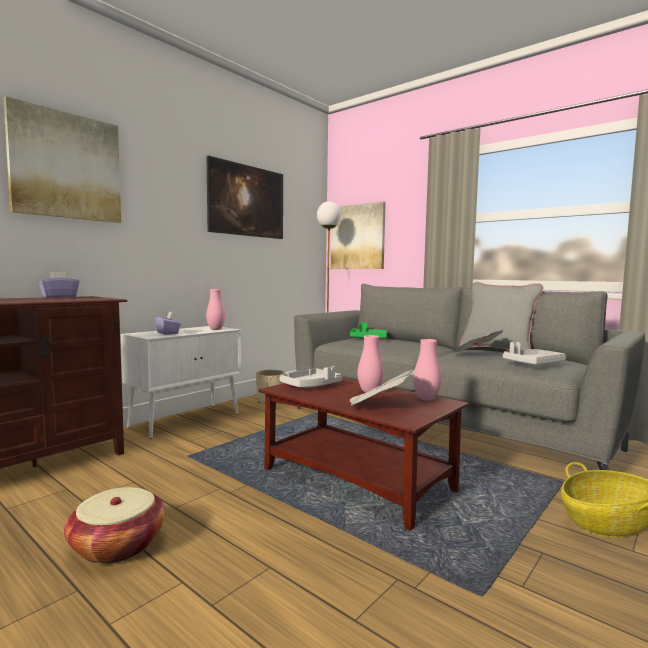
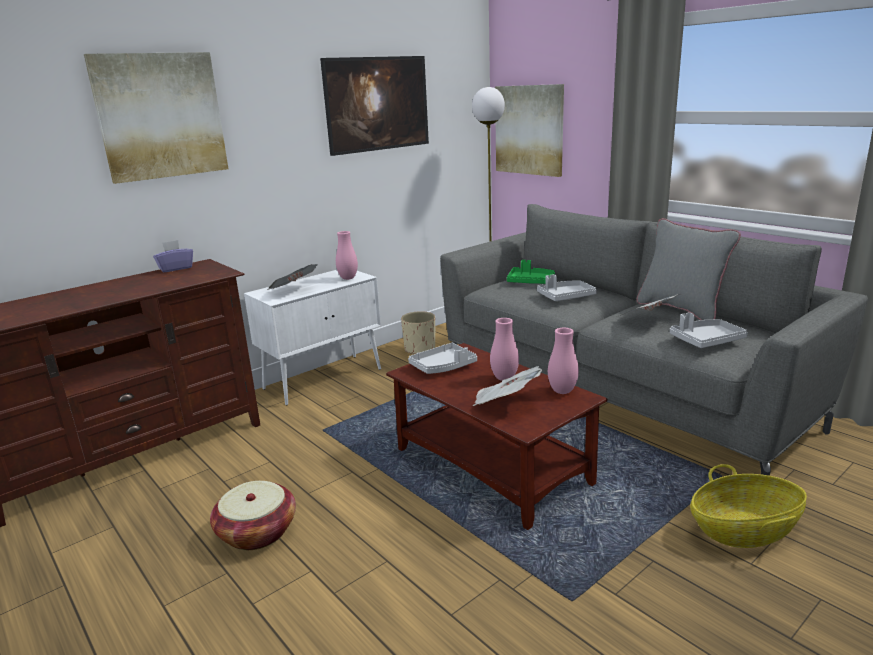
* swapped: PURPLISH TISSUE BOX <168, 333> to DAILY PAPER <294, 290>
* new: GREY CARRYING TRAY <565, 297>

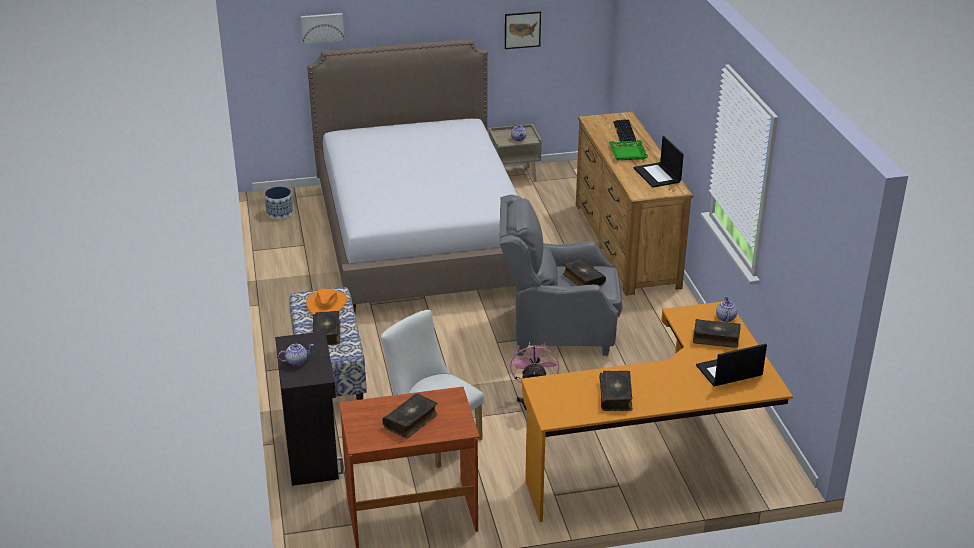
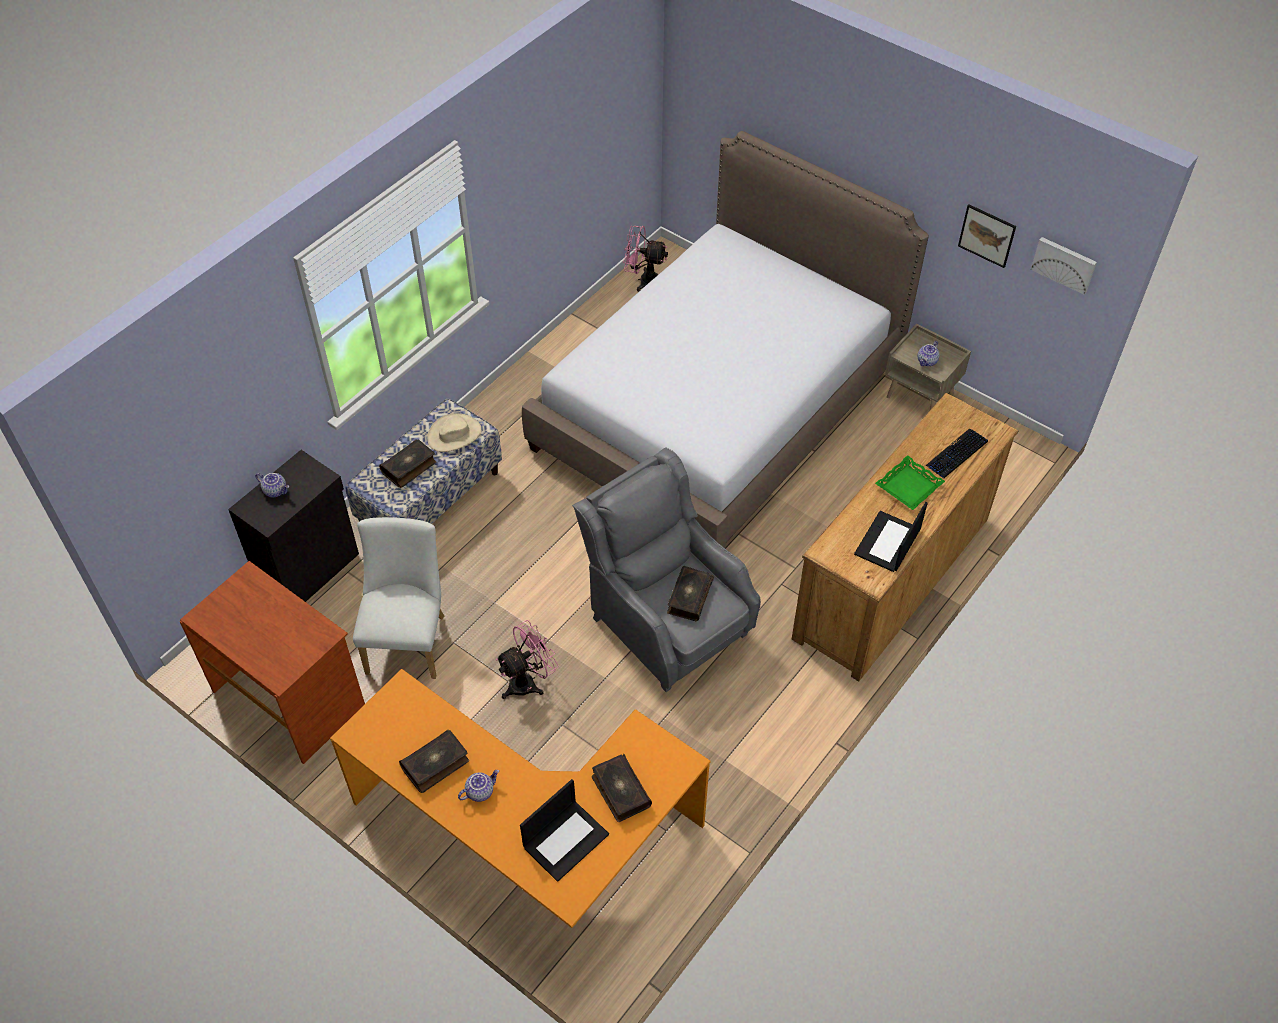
* swapped: PLANTER <280, 213> to PINKISH ELECTRIC FAN <644, 280>
* shifted: WALL PICTURE <322, 27> to <1064, 264>
* repainted: ORANGE HAT <326, 304> to SAND-COLOURED HAT <454, 434>
* gone: BOUND BOOK <411, 421>
* rotated: PORTABLE COMPUTER <728, 371> = <566, 839> 105 degrees clockwise
* shifted: TEA POT <725, 318> to <480, 791>

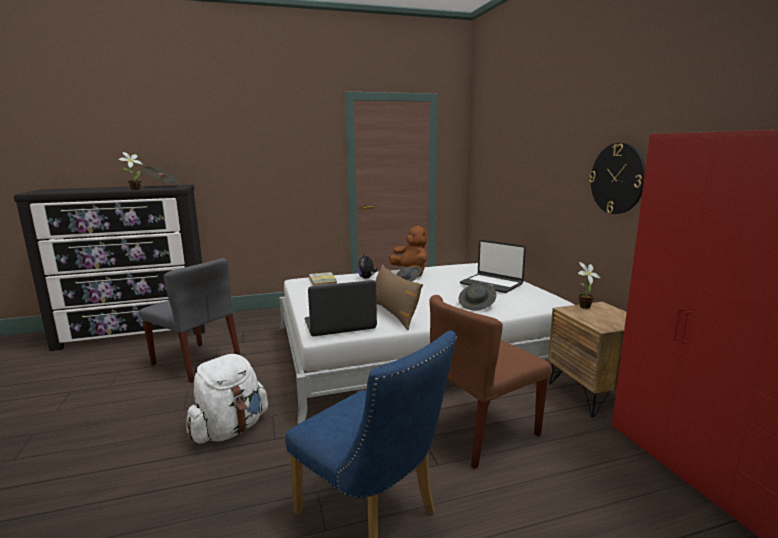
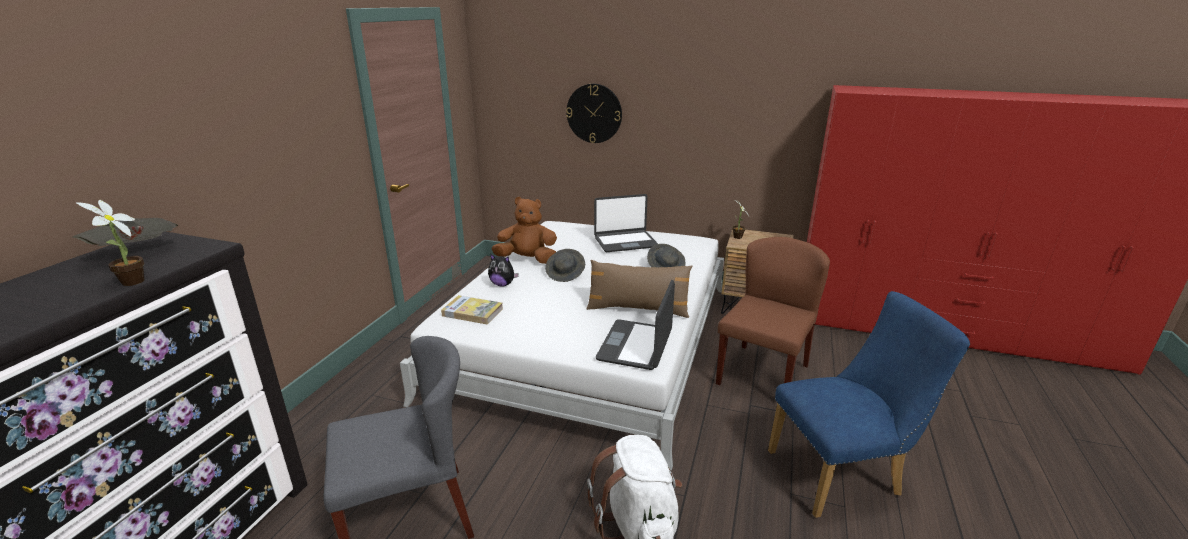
* rotated: BROWN PLAIN CHAIR <480, 431> = <762, 374> 150 degrees counterclockwise
* shifted: CLOCK ON THE WALL <617, 178> to <594, 113>

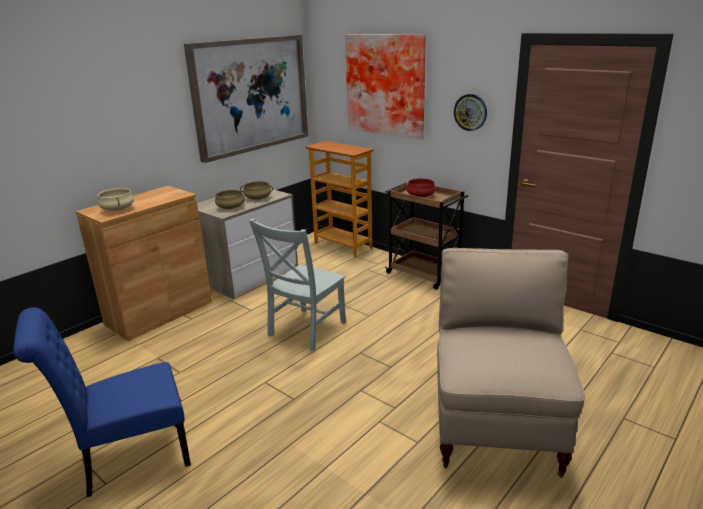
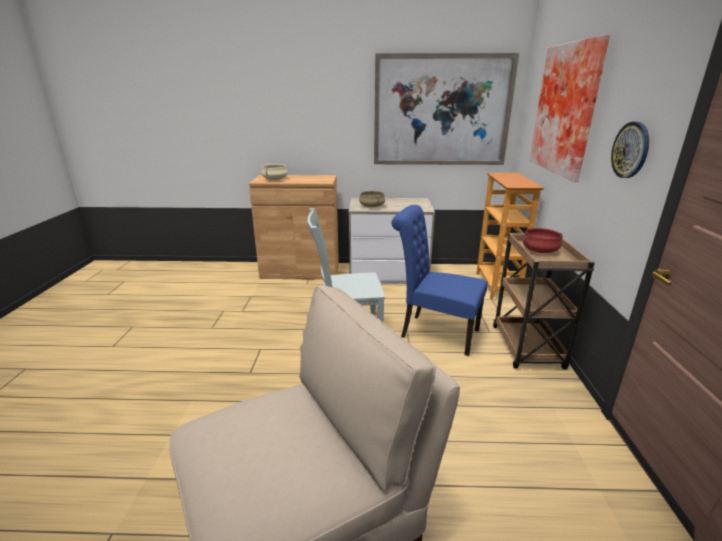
* shifted: BLUE-COLOURED PLAIN CHAIR <128, 460> to <434, 332>
* gone: SAND-COLOURED COOKING POT <257, 198>

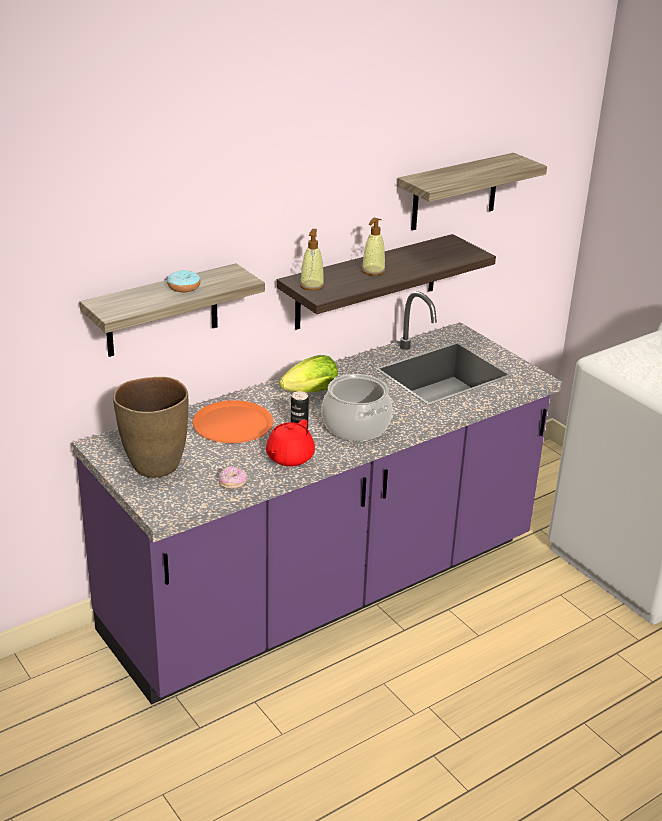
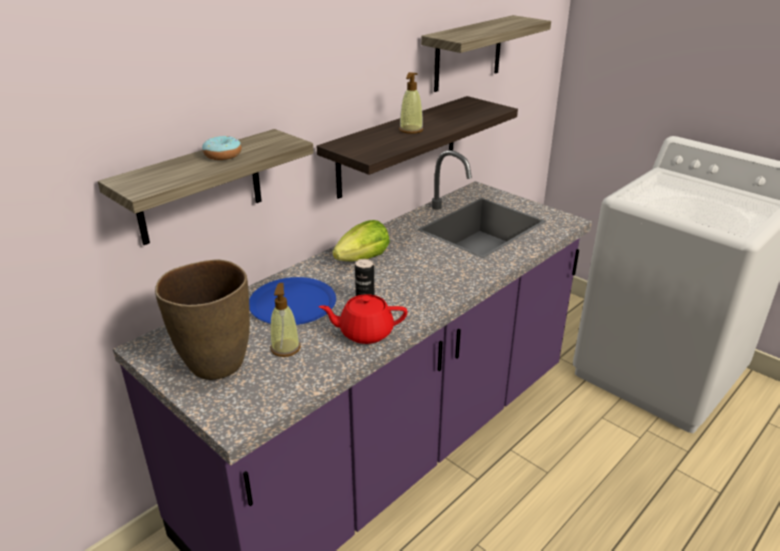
* repainted: ORANGE FLAT DISH <233, 424> to BLUE-COLOURED FLAT DISH <292, 303>
* gone: DOUGHNUT <232, 483>
* rotated: REDDISH TEA POT <289, 458> = <365, 332> 75 degrees clockwise
* shifted: LIQUID SOAP BOTTLE <312, 285> to <285, 348>
* gone: COOKING POT <355, 426>

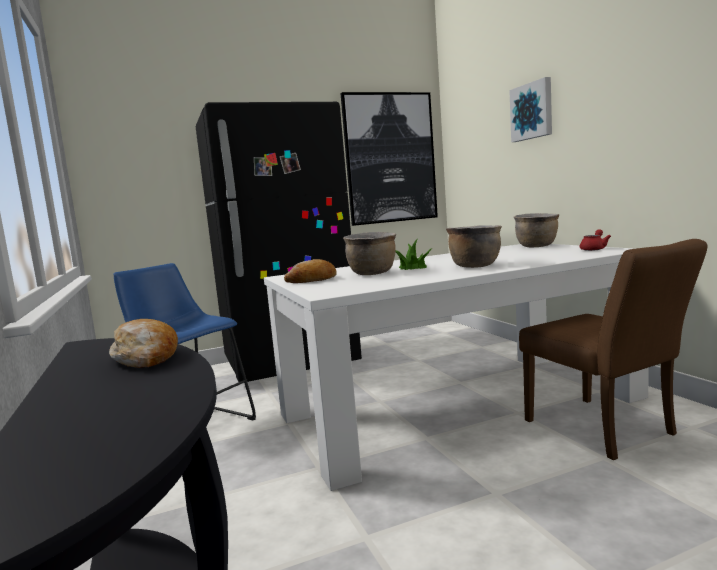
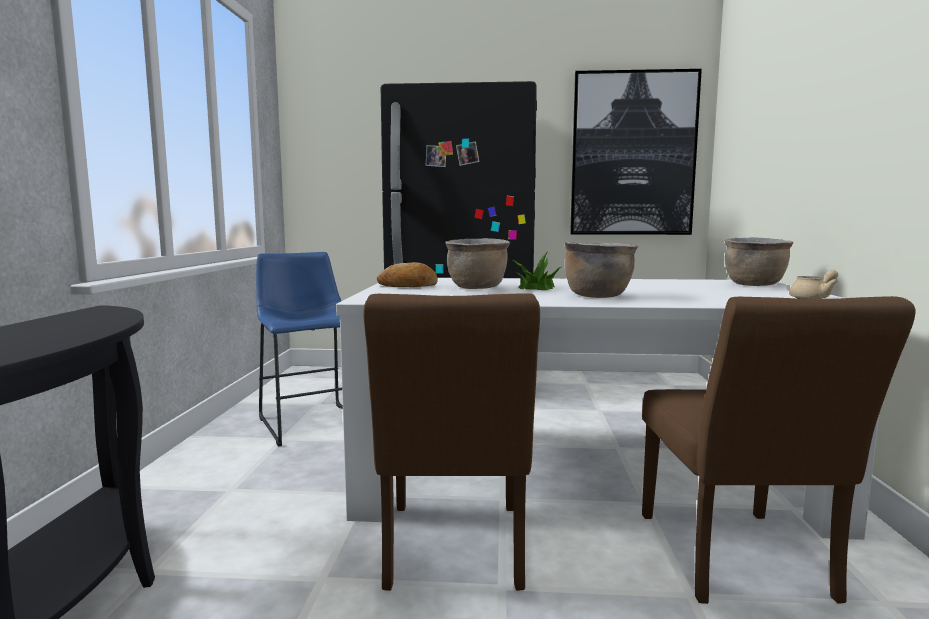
* gone: BAKED BREAD <146, 357>
* gone: WALL PICTURE <532, 111>
* repainted: REDDISH TEA POT <594, 249> to SAND-COLOURED TEA POT <813, 298>
* new: BROWN PLAIN CHAIR <453, 553>

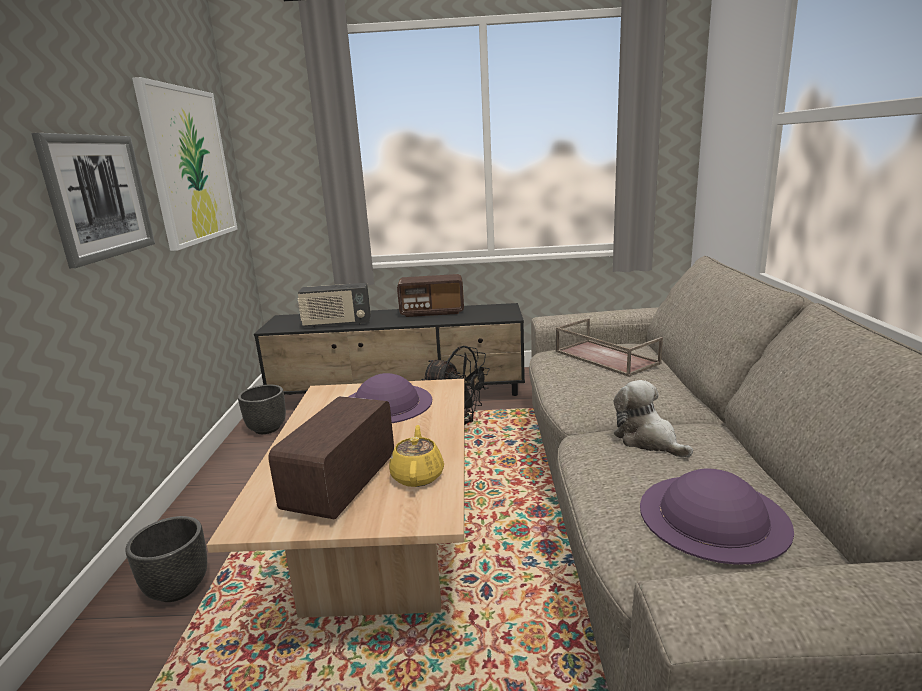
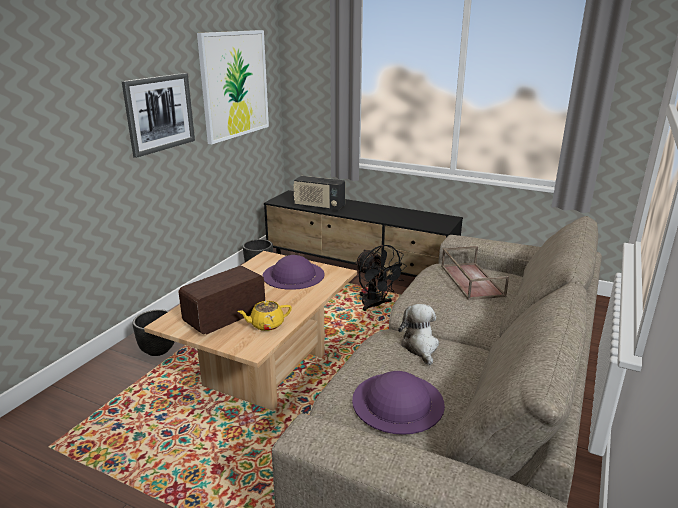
* rotated: YELLOW-COLOURED TEA POT <417, 475> = <266, 325> 135 degrees counterclockwise
* gone: RADIO RECEIVER <432, 312>

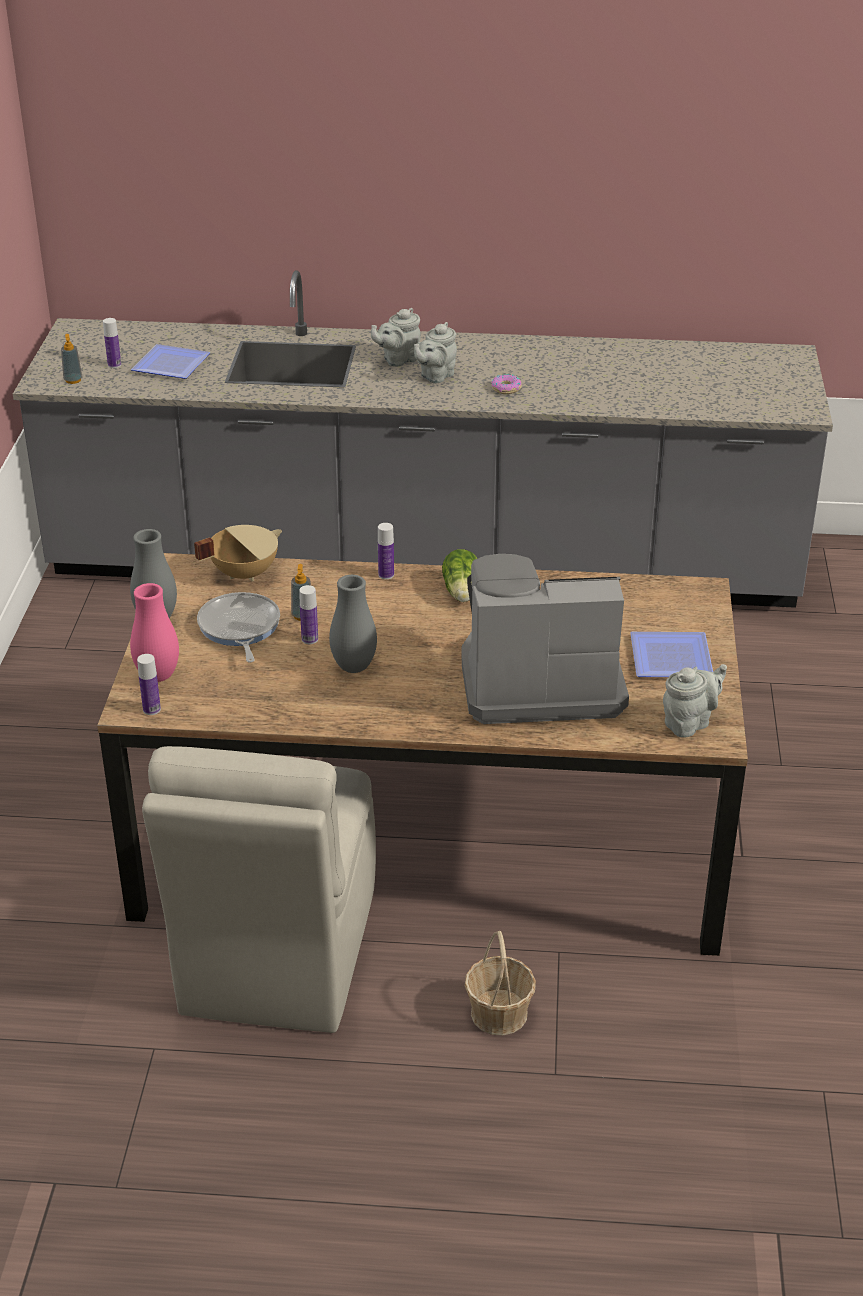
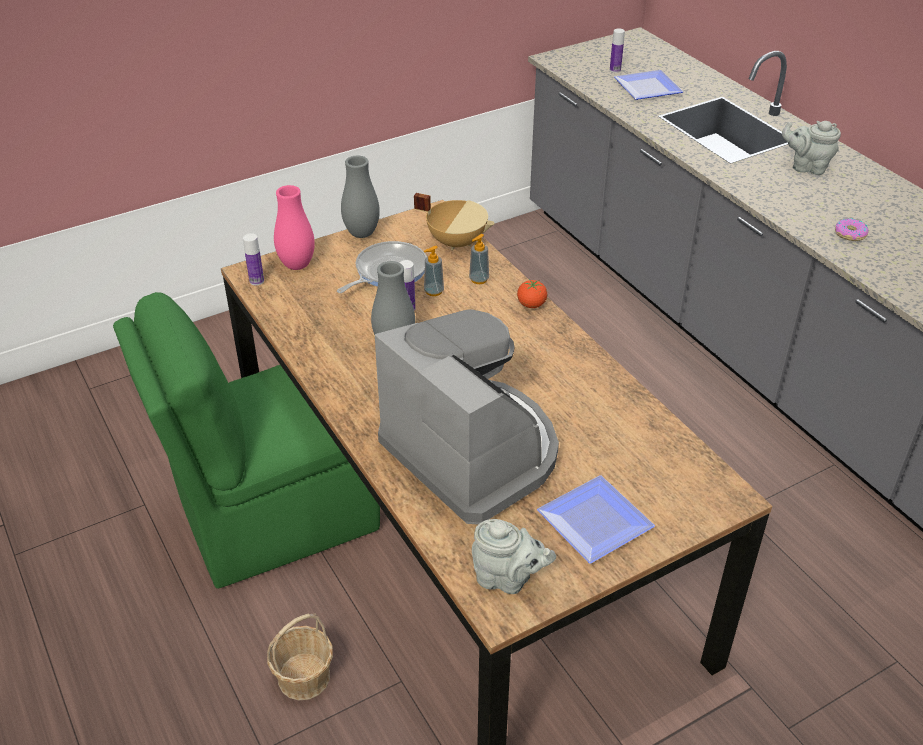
* shifted: LIQUID SOAP BOTTLE <73, 380> to <479, 279>
* repainted: SAND-COLOURED PLAIN CHAIR <277, 955> to GREEN-COLOURED PLAIN CHAIR <273, 516>
* swapped: DRINK BOTTLE <386, 575> to WHOLE TOMATO <531, 305>
* gone: GREY TEA POT <435, 376>
* gone: LETTUCE HEAD <461, 592>

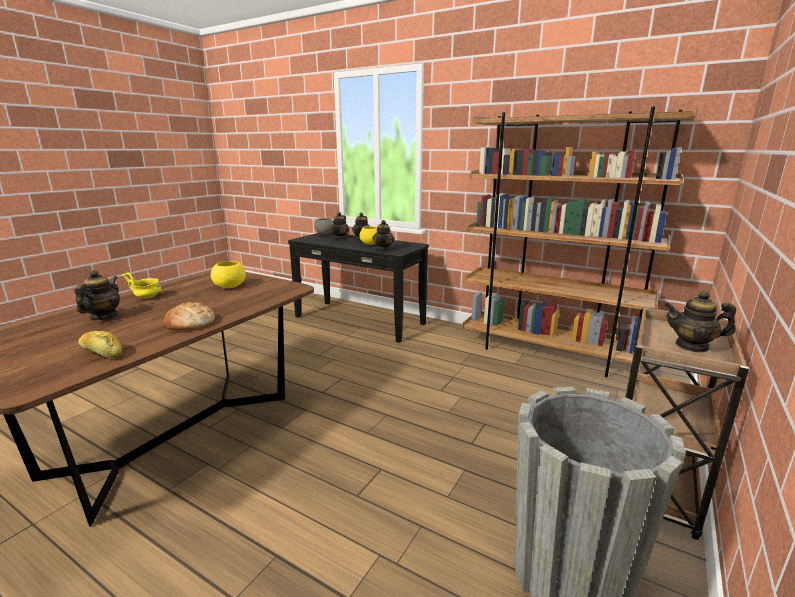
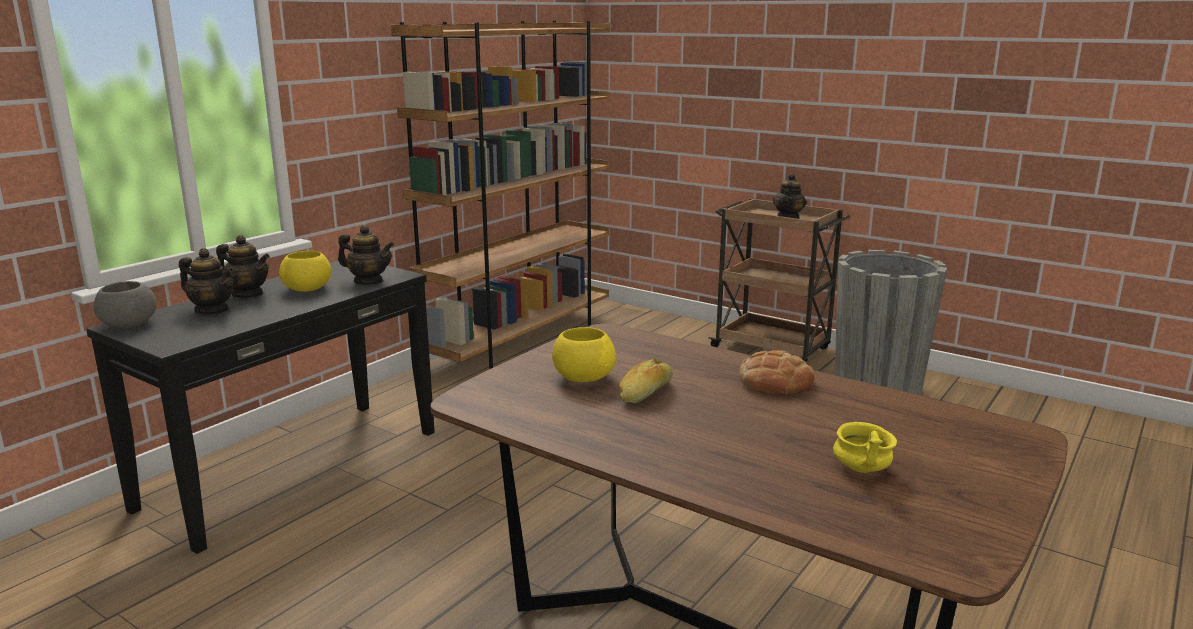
* gone: TEA POT <103, 317>
* shifted: BAKED BREAD <102, 352> to <645, 393>
* shifted: YELLOW-COLOURED BOWL <147, 297> to <863, 469>

